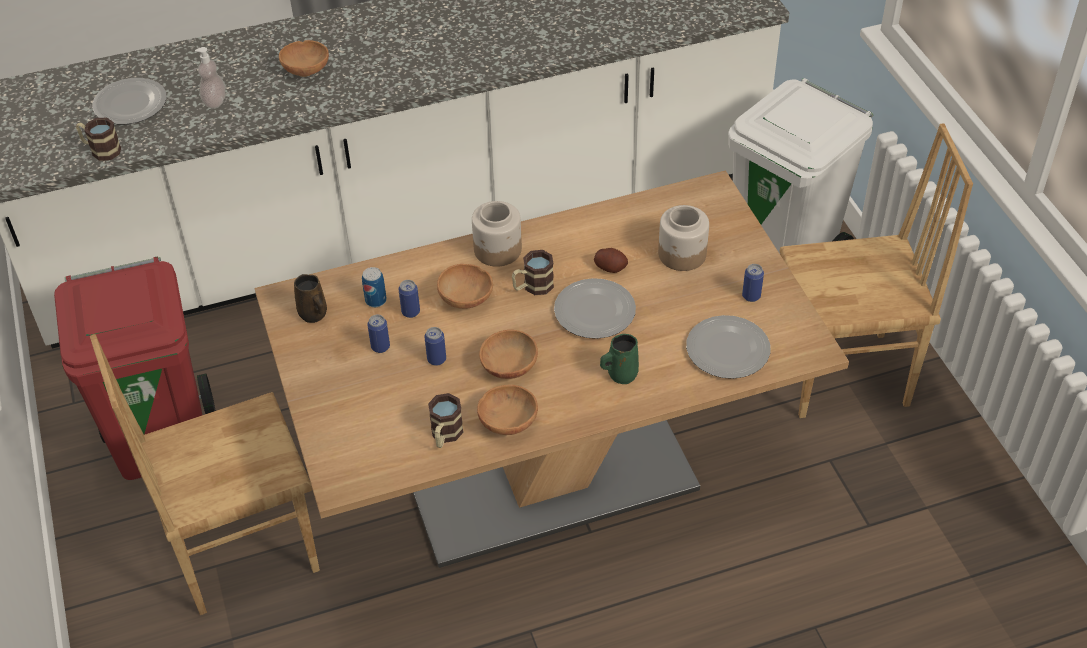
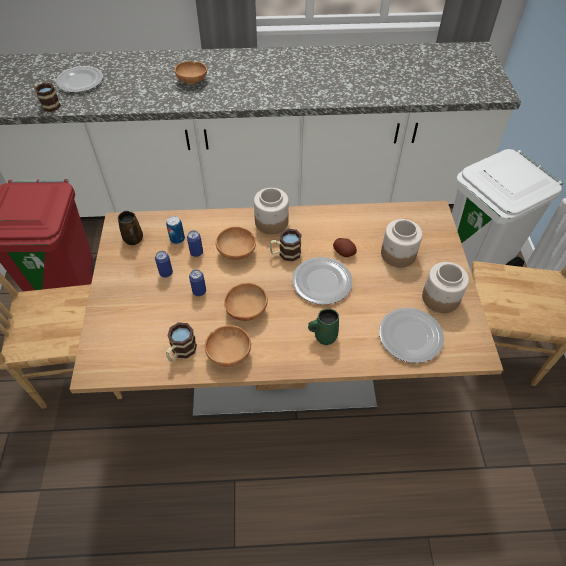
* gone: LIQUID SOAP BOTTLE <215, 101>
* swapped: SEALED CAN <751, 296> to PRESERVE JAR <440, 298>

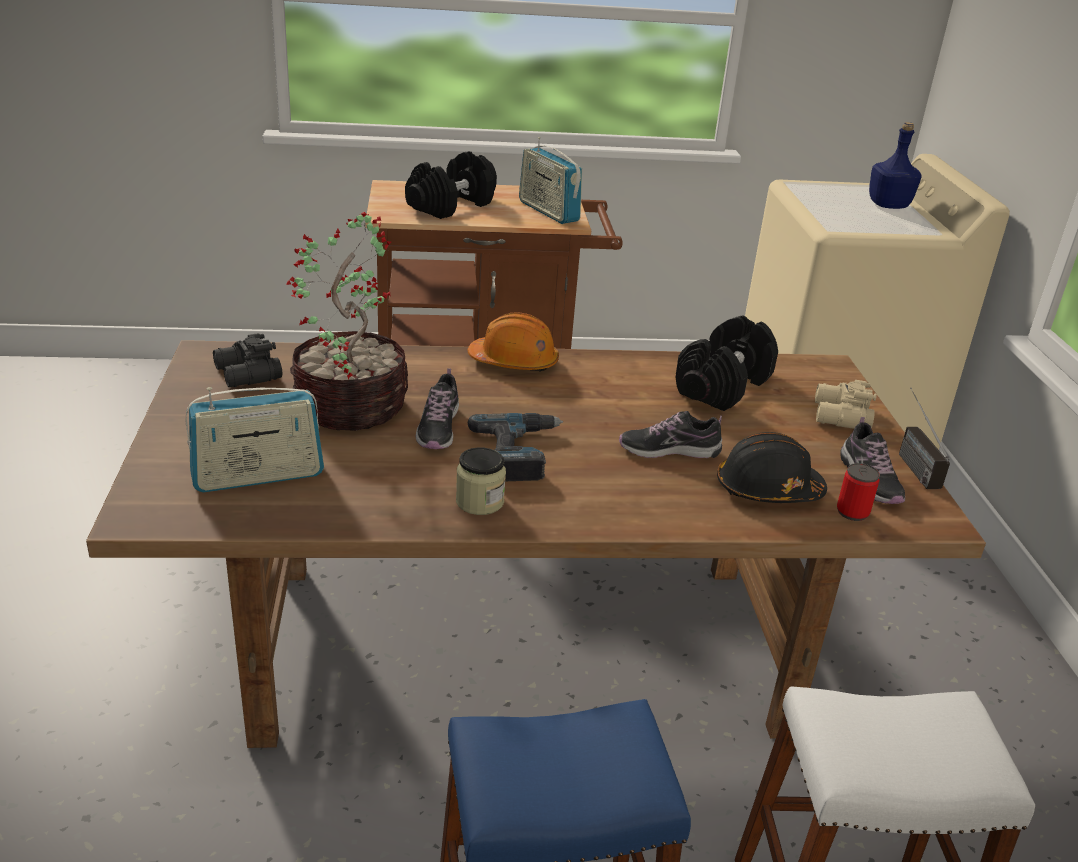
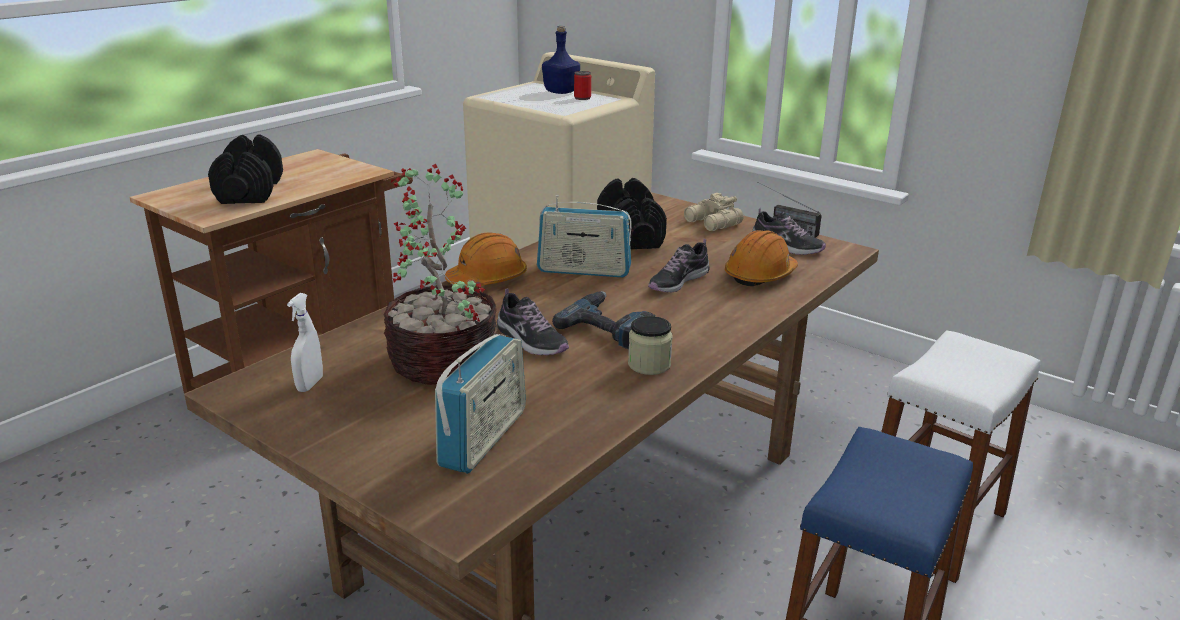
* swapped: BLACK-COLOURED FIELD GLASSES <246, 374> to WHITE SPRAYER <310, 384>
* shifted: RADIO RECEIVER <548, 211> to <584, 270>
* repainted: BLACK-COLOURED WORK HELMET <767, 490> to ORANGE WORK HELMET <760, 275>
* shifted: SEALED CAN <852, 512> to <582, 98>

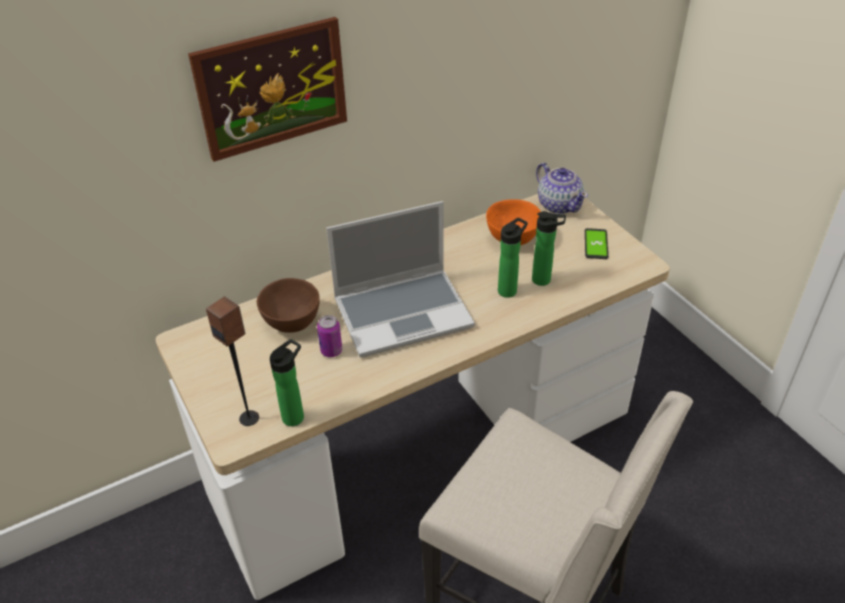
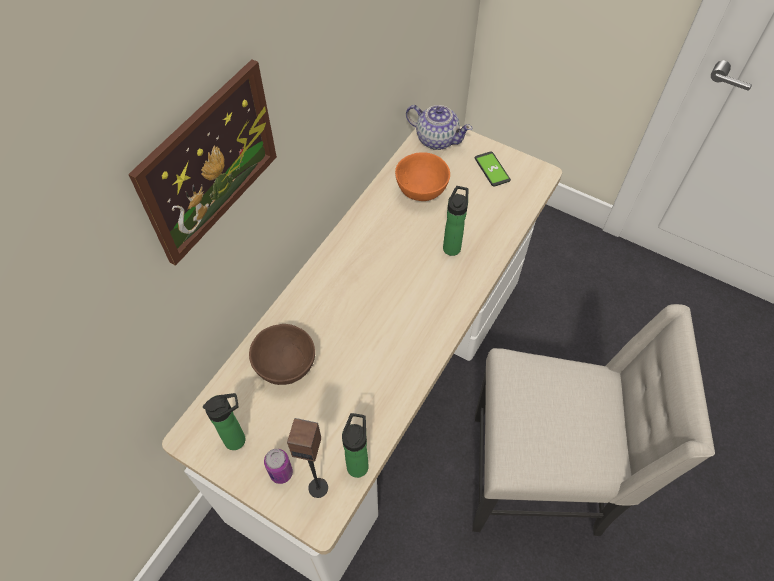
* shifted: SEALED CAN <331, 351> to <281, 473>
* gone: PORTABLE COMPUTER <404, 312>
* shifted: DRINK BOTTLE <544, 280> to <238, 439>

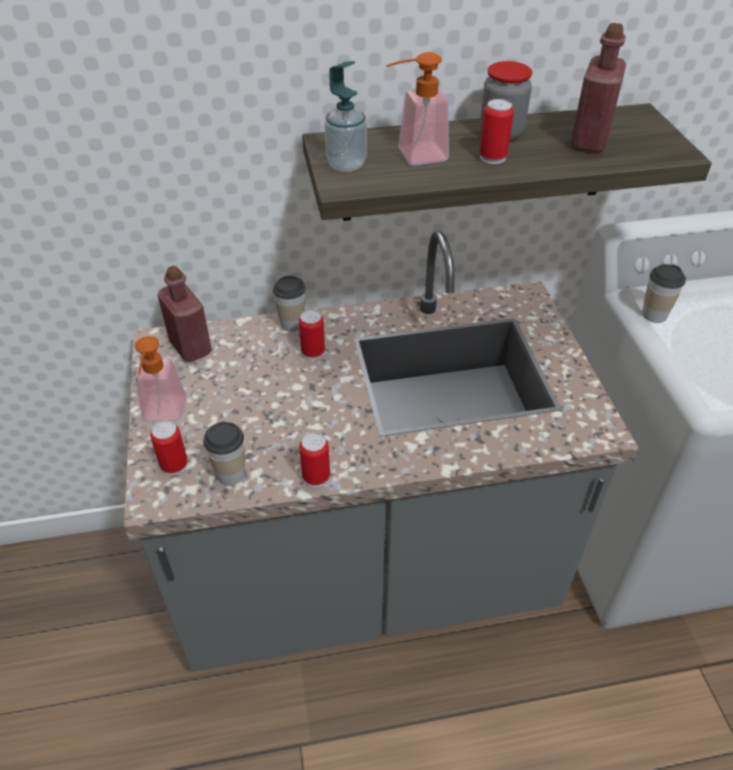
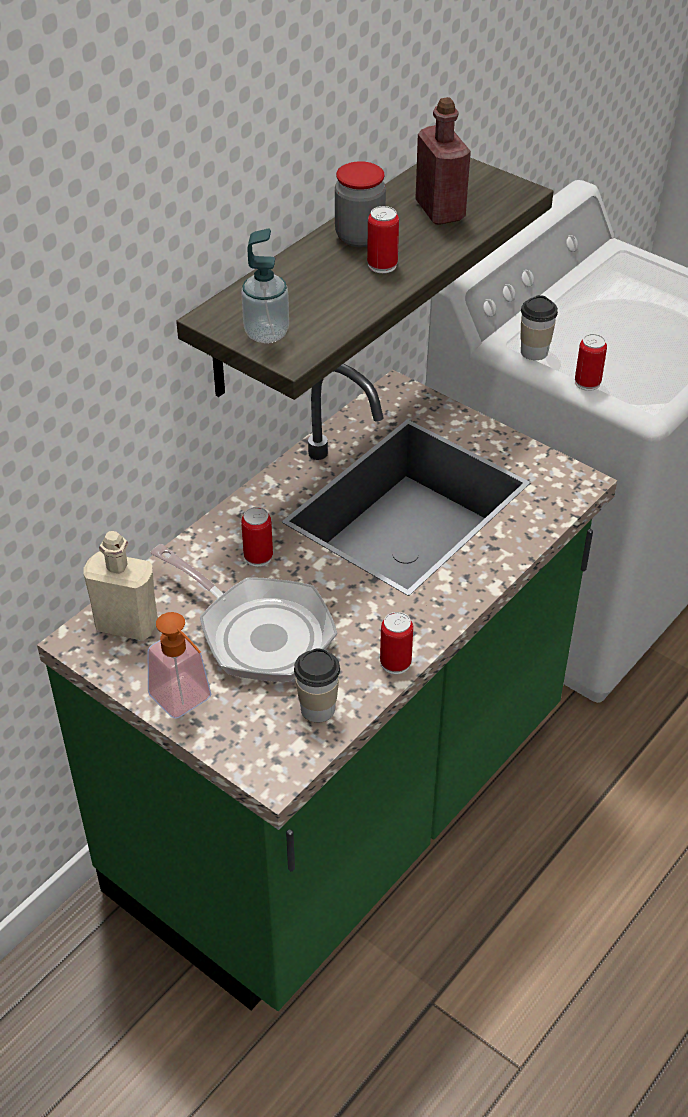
* repainted: GREY COUNTER <366, 576> to GREEN-COLOURED COUNTER <344, 808>
* shifted: SEALED CAN <174, 465> to <587, 383>
* repainted: REDDISH DRINK BOTTLE <190, 347> to SAND-COLOURED DRINK BOTTLE <127, 625>
* gone: DRINKING CUP <292, 323>
* gone: LIQUID SOAP BOTTLE <413, 156>
* new: PAN <258, 632>

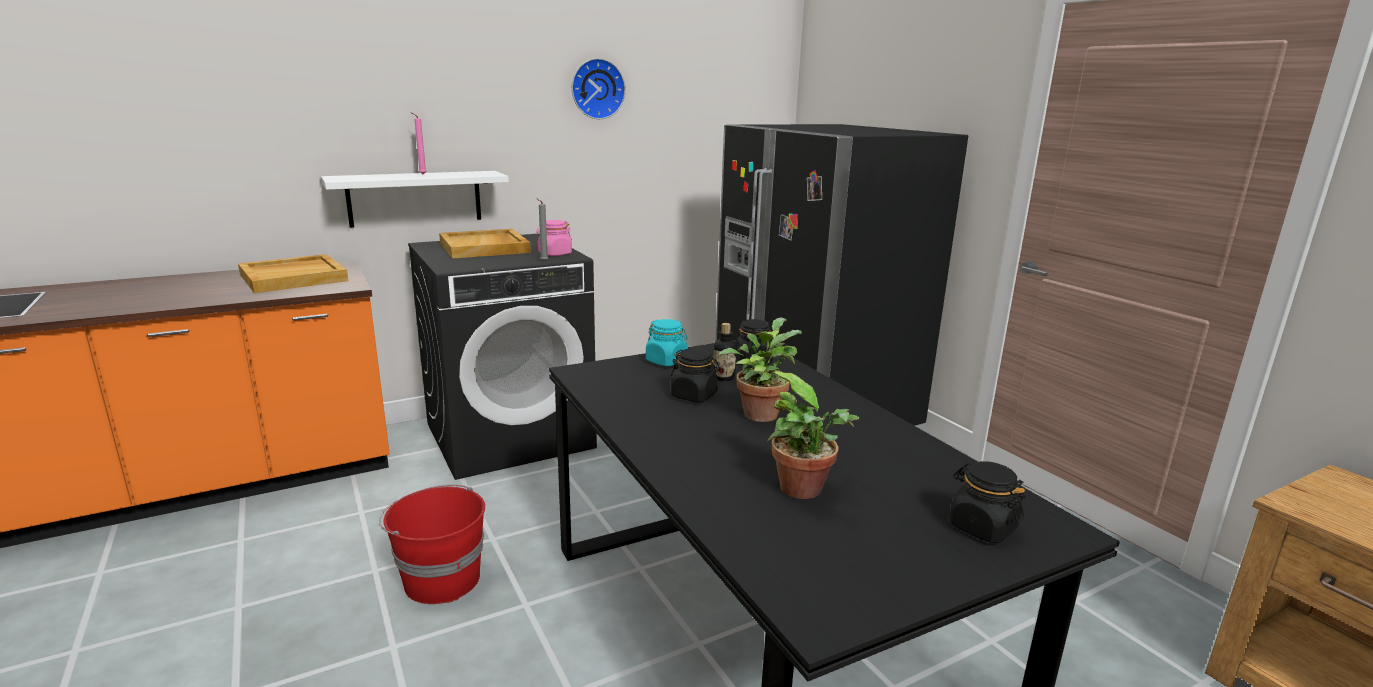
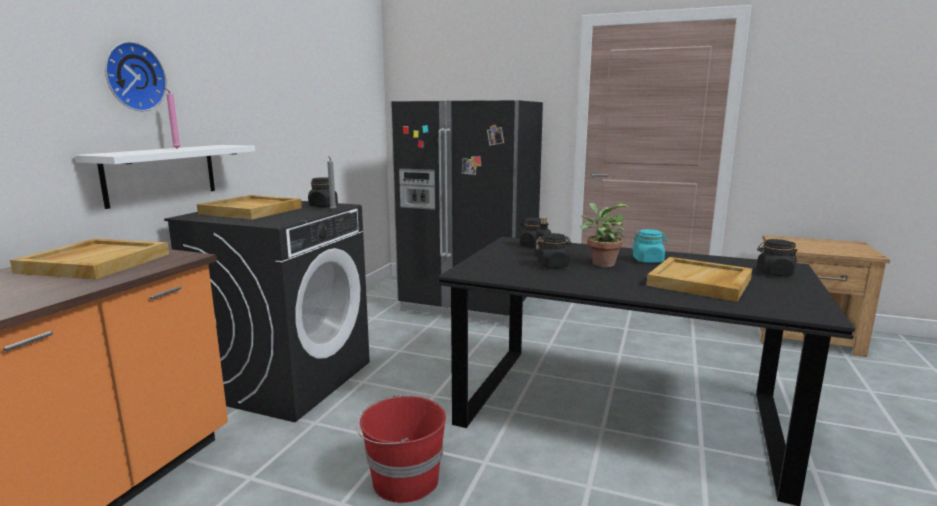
* repainted: PINKISH PRESERVE JAR <554, 254> to BLACK-COLOURED PRESERVE JAR <323, 206>
* shifted: CLOCK ON THE WALL <597, 89> to <133, 77>
* shifted: TURQUOISE PRESERVE JAR <667, 361> to <648, 260>
* swapped: PLANT IN A POT <806, 490> to SAND-COLOURED CARRYING TRAY <700, 282>

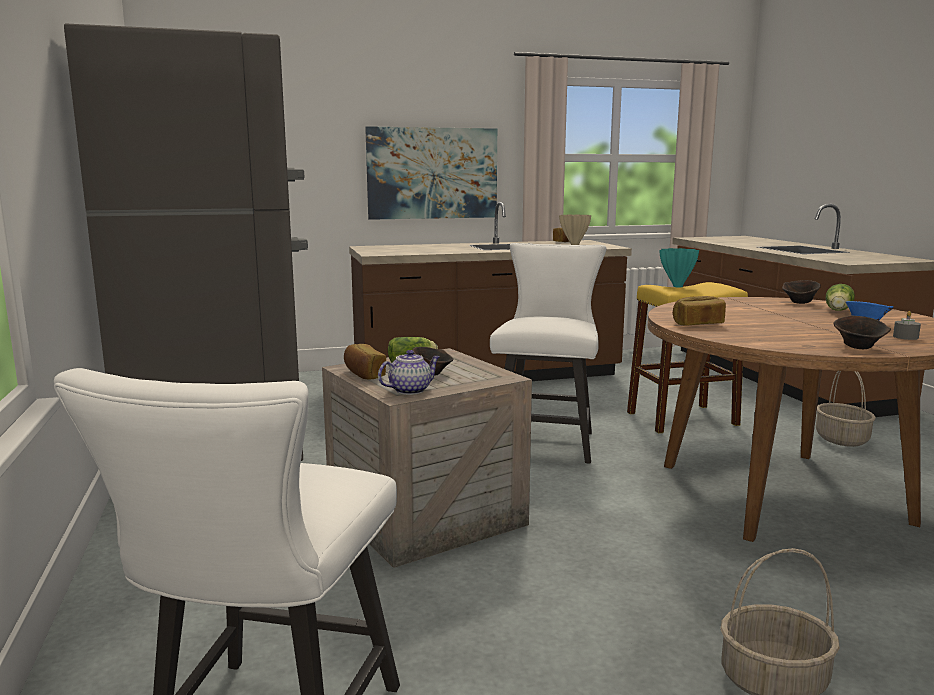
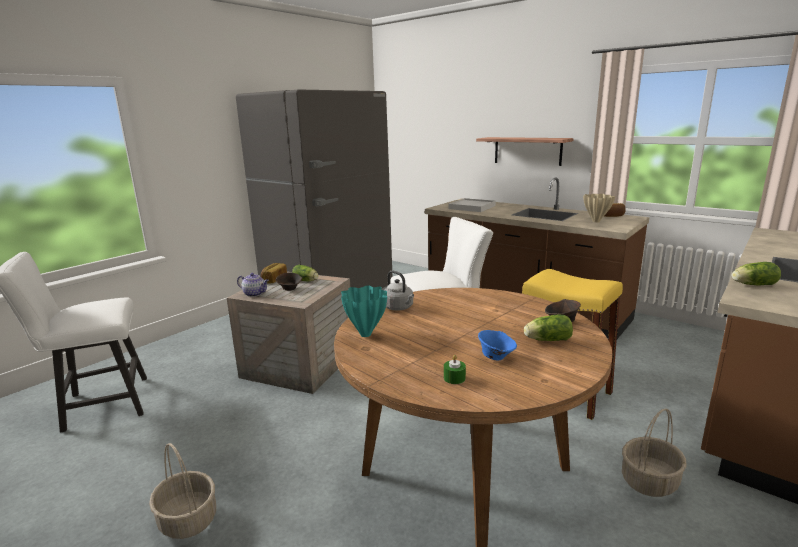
* swapped: WALL PICTURE <432, 173> to WALL SHELF <527, 151>
* shifted: TURQUOISE FLOWER VASE <677, 286> to <366, 334>
* swapped: BAKED BREAD <697, 324> to GREY TEA KETTLE <399, 308>
* gone: BROWN BOWL <859, 347>
* repainted: GREY WAX LIGHT <905, 337> to GREEN-COLOURED WAX LIGHT <454, 378>
* new: WHITE CARRYING TRAY <472, 207>
* new: LETTUCE HEAD <752, 285>

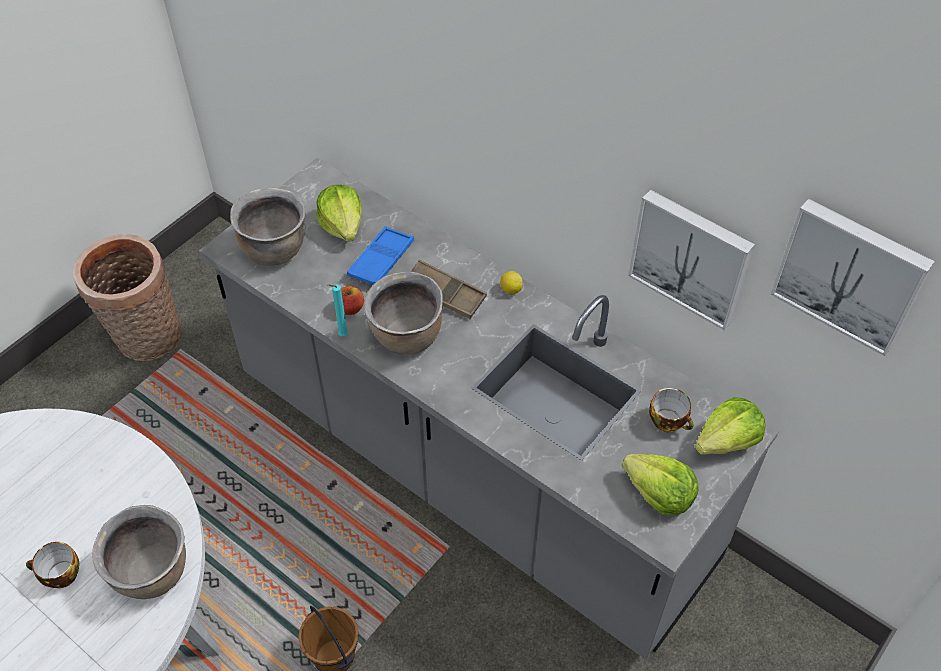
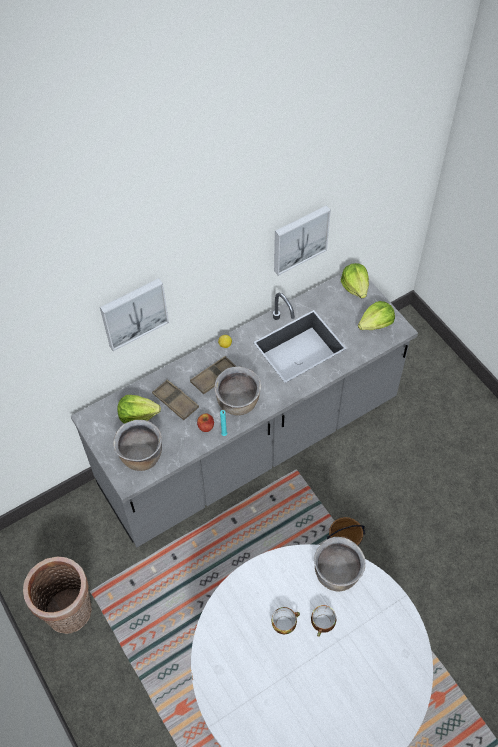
* repainted: BLUE-COLOURED CARRYING TRAY <381, 260> to BROWN CARRYING TRAY <175, 401>
* shifted: DRINKING CUP <669, 421> to <284, 623>
* shifted: WALL PICTURE <851, 274> to <133, 312>

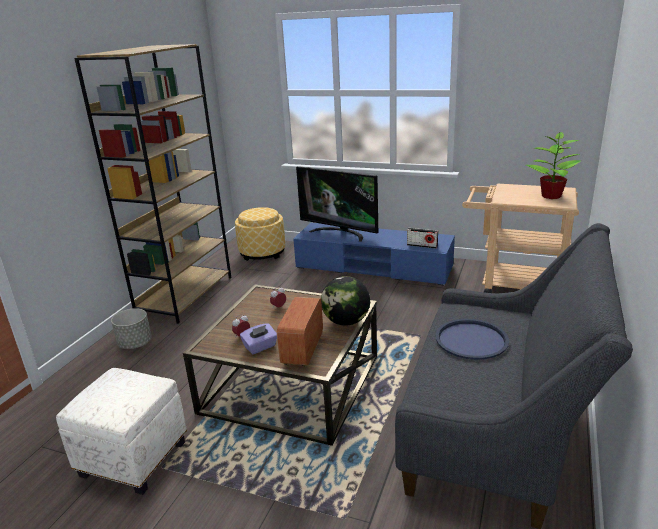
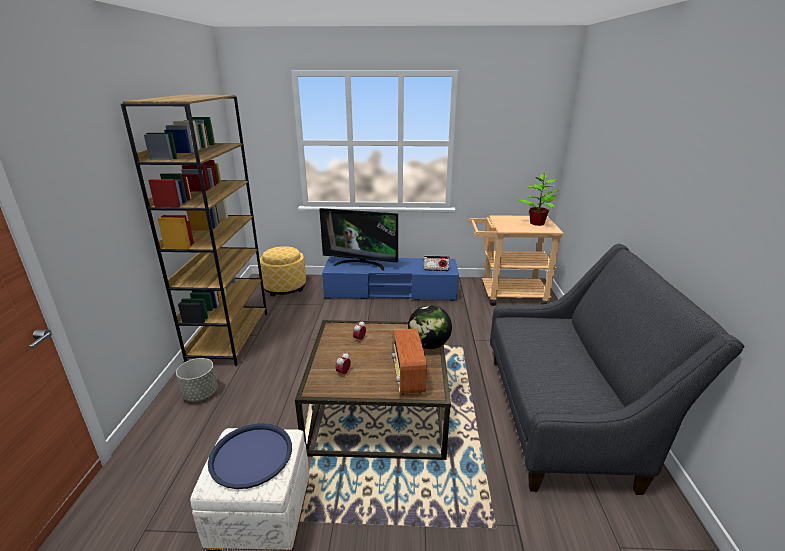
* gone: PURPLISH TISSUE BOX <260, 347>
* shifted: BLUE-COLOURED CARRYING TRAY <471, 340> to <251, 455>

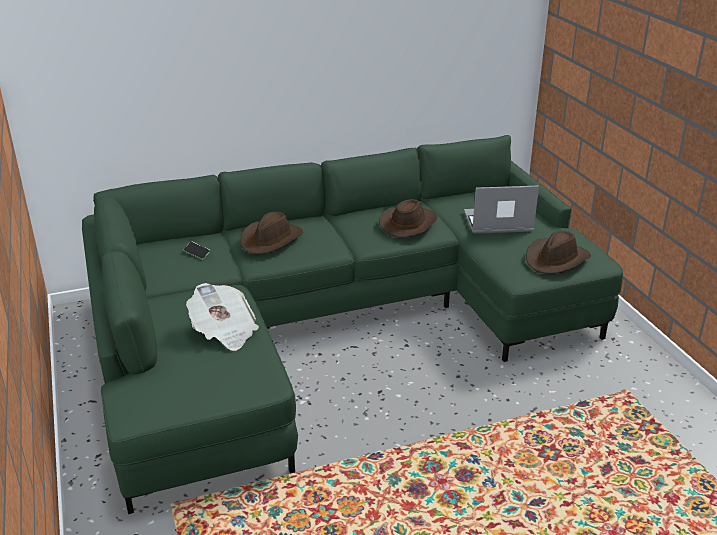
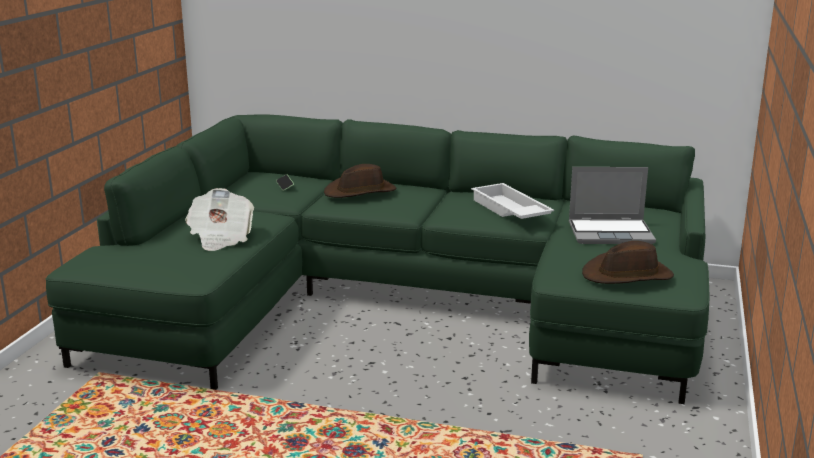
* swapped: BROWN HAT <408, 224> to WHITE CARRYING TRAY <509, 210>
* rotated: PORTABLE COMPUTER <497, 223> = <611, 233> 150 degrees clockwise

